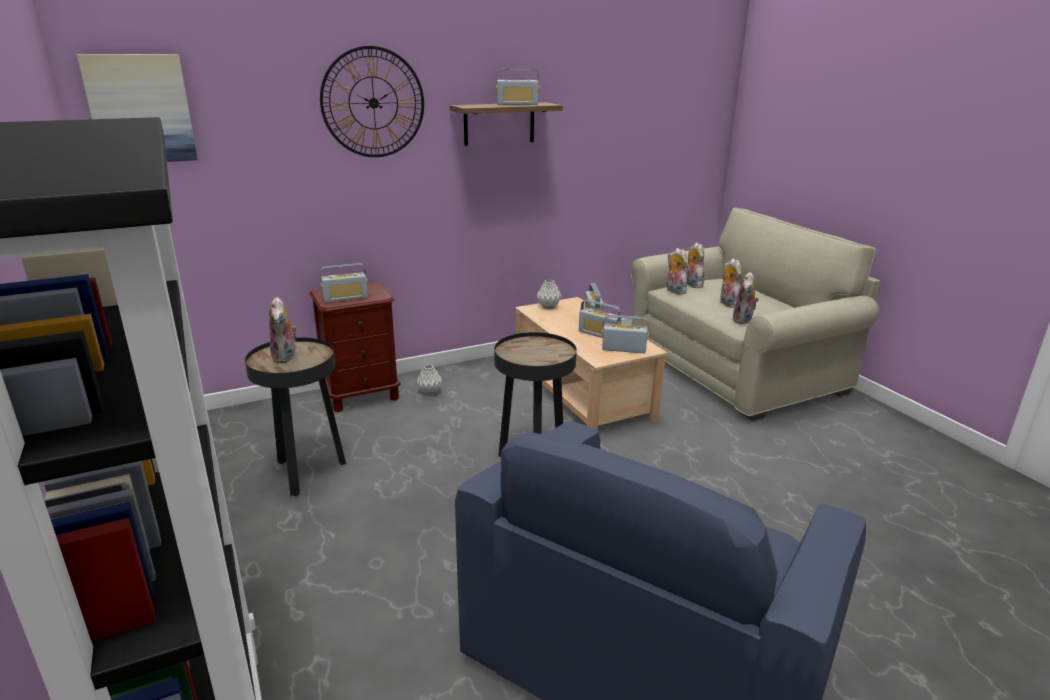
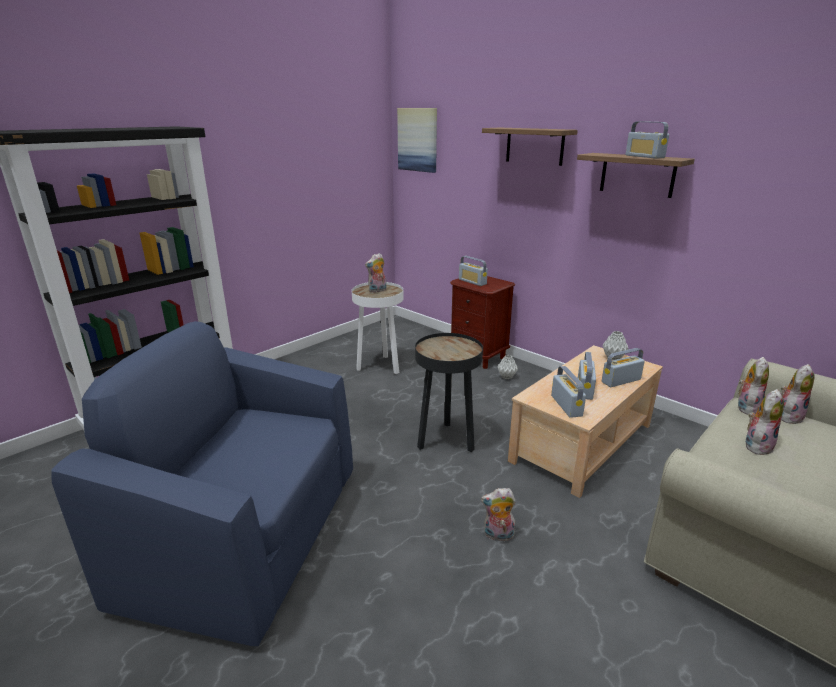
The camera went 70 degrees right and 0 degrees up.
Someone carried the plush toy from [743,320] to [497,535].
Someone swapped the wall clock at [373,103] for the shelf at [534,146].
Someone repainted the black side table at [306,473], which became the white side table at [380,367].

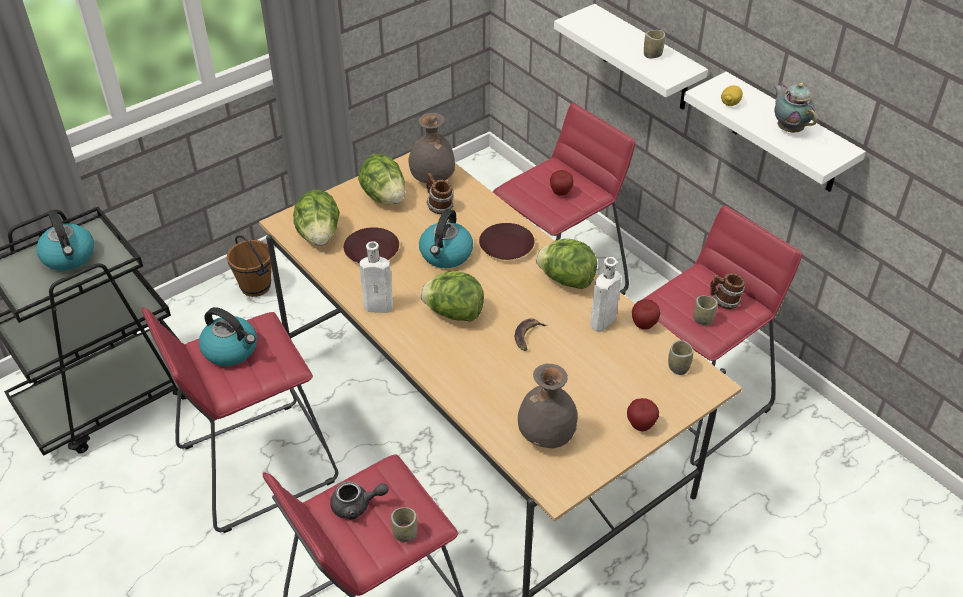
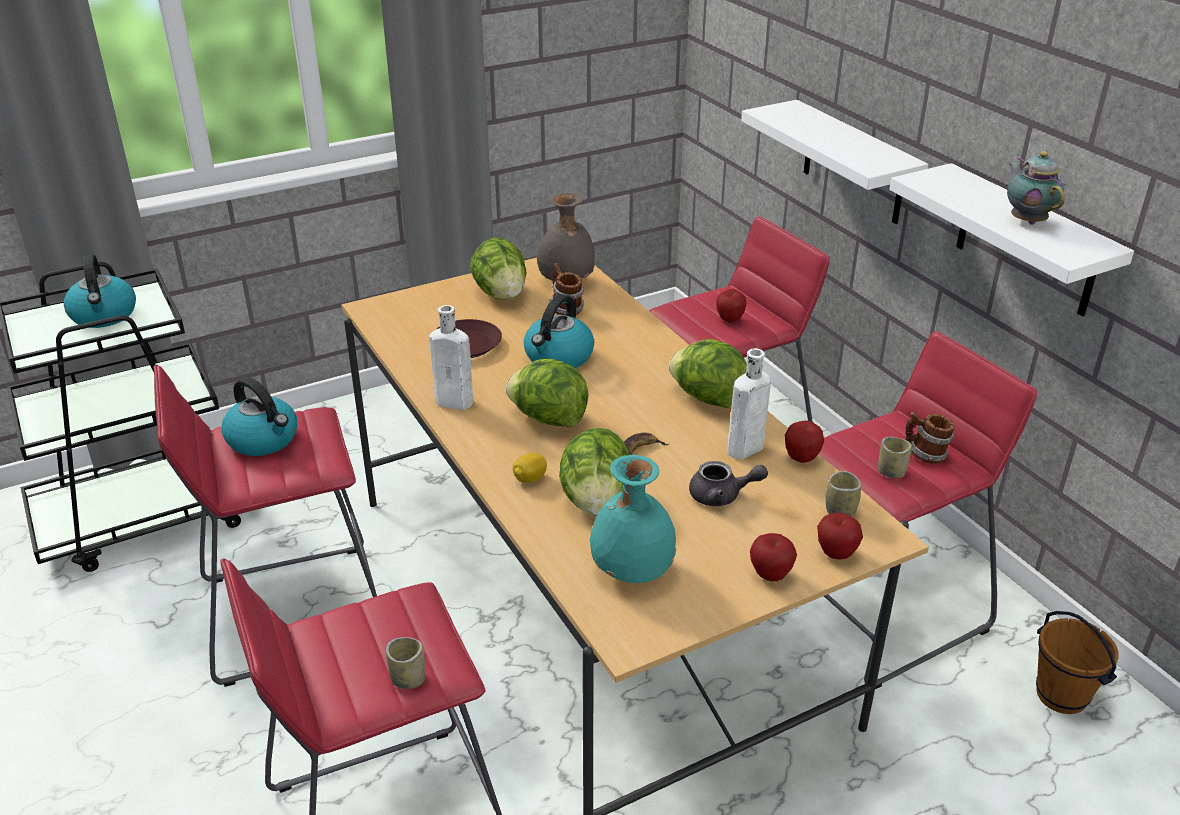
The camera went 10 degrees right and 10 degrees down.
Someone took away the brown plate at [507,246].
Someone took away the cup at [652,55].
Someone put down the apple at [836,553].
Someone carried the brown bucket from [255,287] to [1060,696].
Someone carried the lettuce from [319,235] to [596,500].
Someone carried the grey teapot from [356,506] to [722,496].
Someone carried the lemon from [730,103] to [530,479].
Someone repainted the grey vase at [545,435], which became the turquoise vase at [631,570].

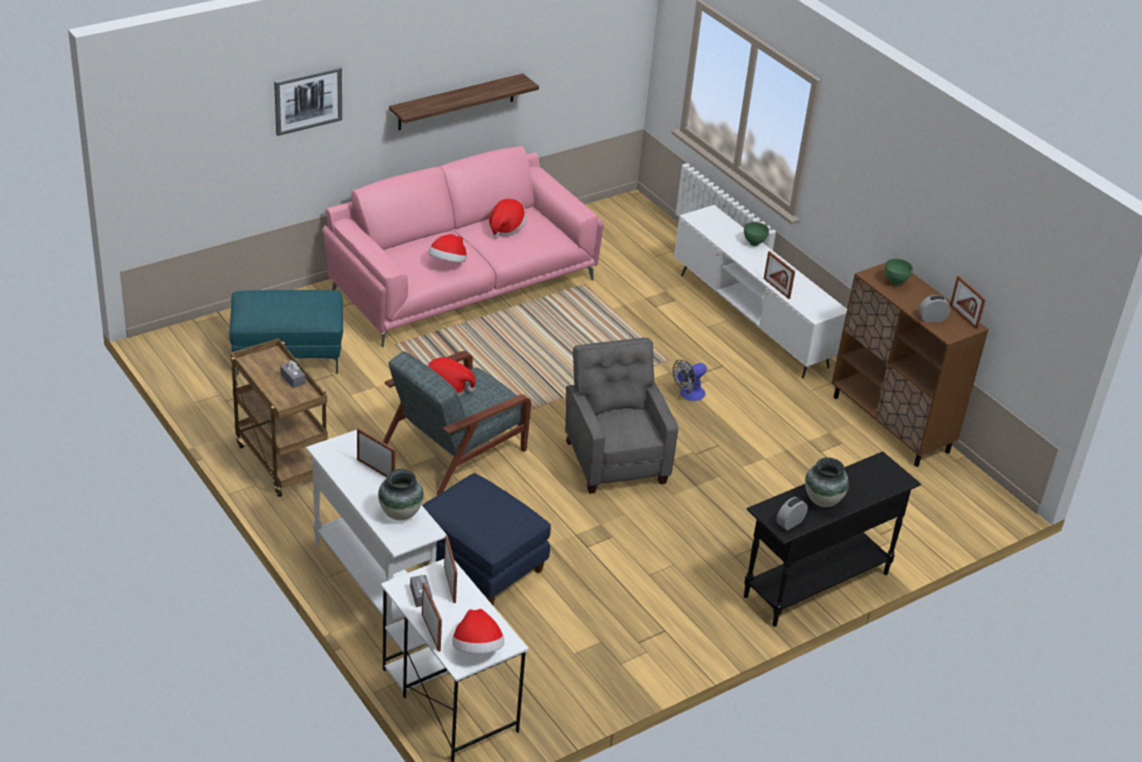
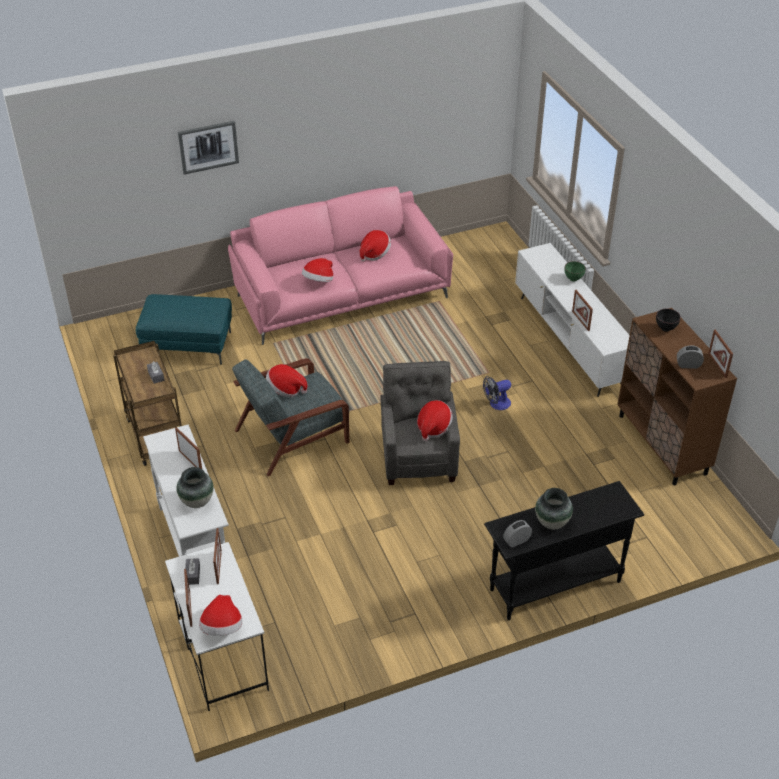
The camera went 15 degrees right and 5 degrees up.
Someone took away the shelf at [456,102].
Someone took away the blue ottoman at [481,563].
Someone put down the hat at [433,427].
Someone repainted the green bowl at [896,283], which became the black bowl at [666,329].

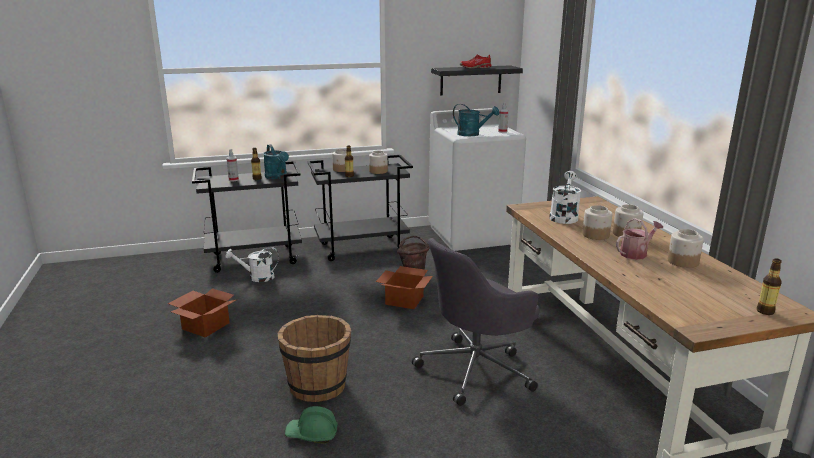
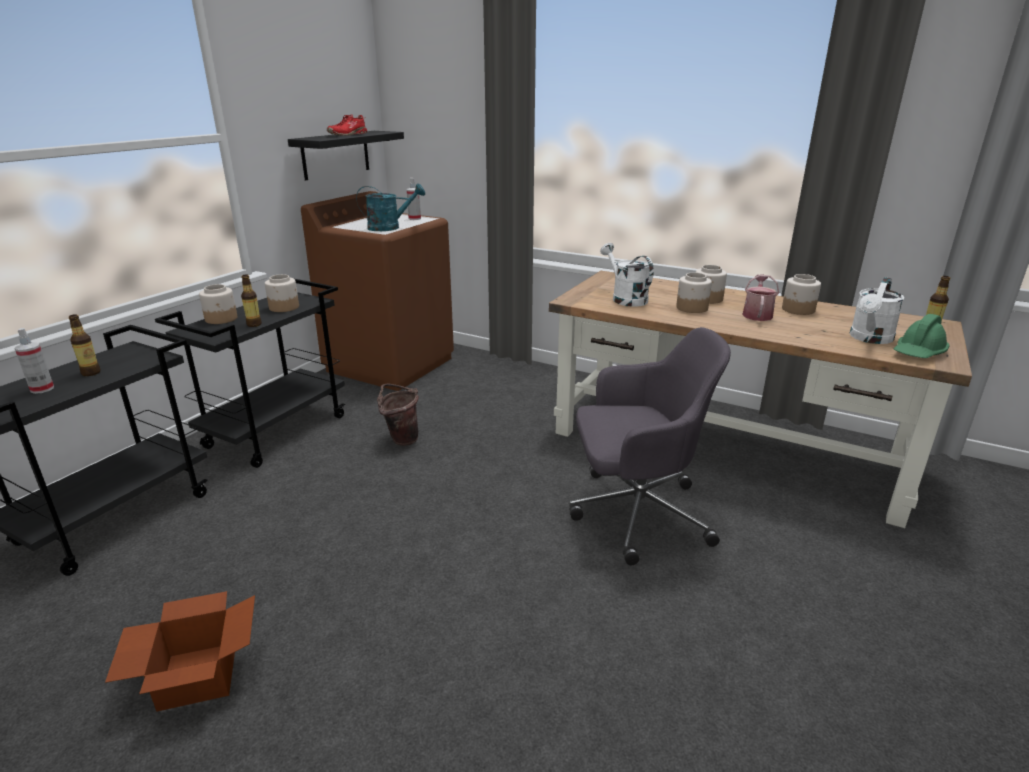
The camera went 45 degrees left and 5 degrees up.
Someone took away the turquoise watering can at [277,177].
Someone took away the brown bucket at [317,386].
Someone took away the cardboard box at [405,300].
Someone carried the white watering can from [257,277] to [869,339].
Someone carried the green hard hat from [312,434] to [918,353].
Someone repainted the white washing machine at [472,234], which became the brown washing machine at [390,364].
Someone rotated the grey office chair at [476,369] by 105 degrees counterclockwise.

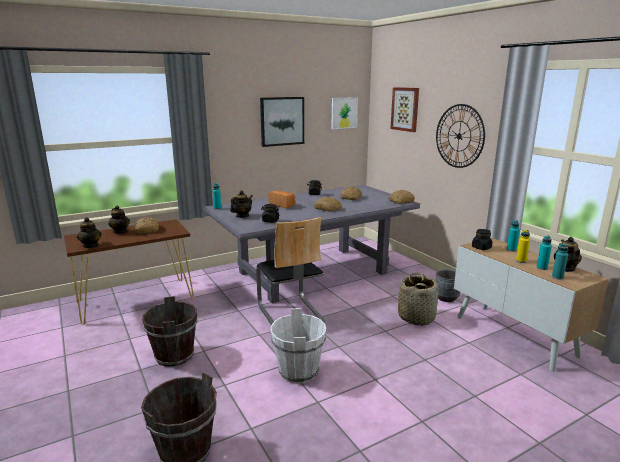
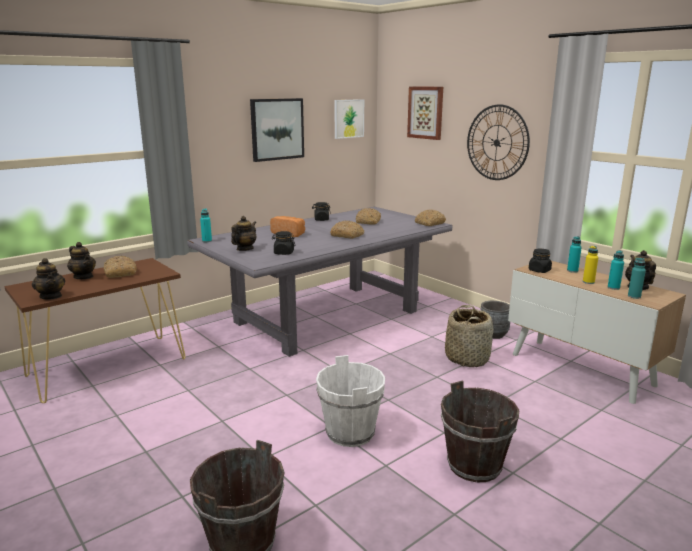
The camera went 10 degrees left and 0 degrees up.
Someone took away the chair at [290,313].
Someone carried the brown bucket from [175,355] to [475,465].

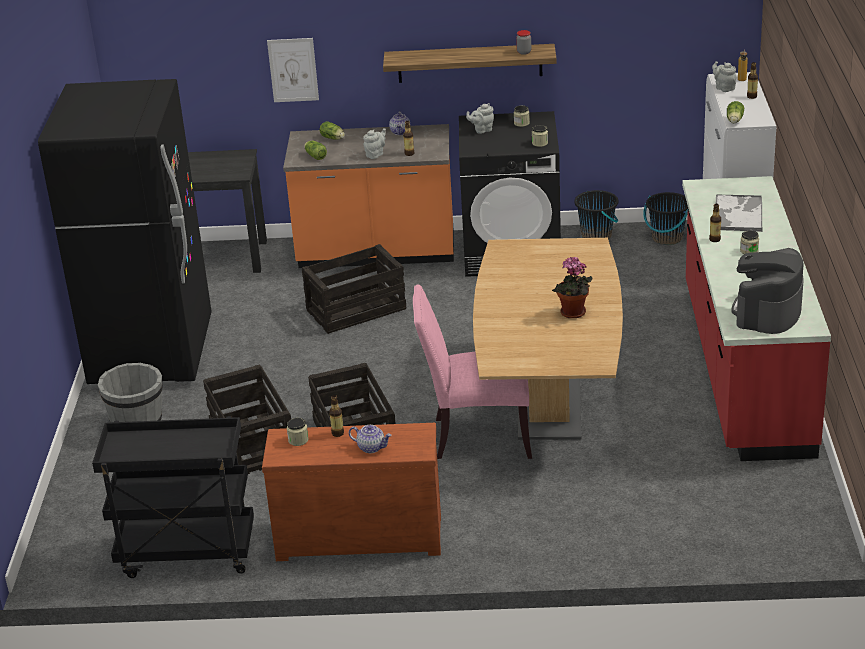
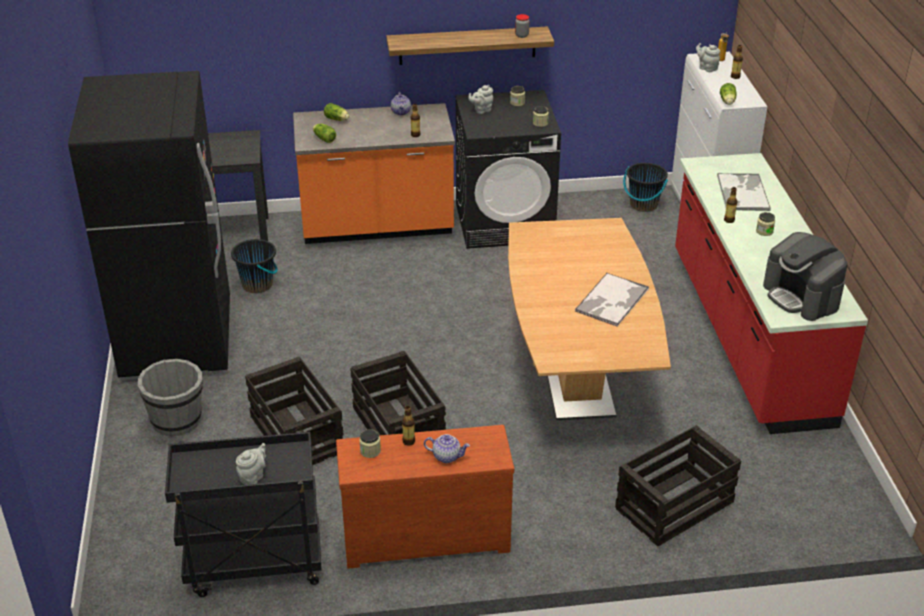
The camera went 10 degrees left and 5 degrees up.
Someone took away the picture at [293,70].
Someone took away the pink chair at [477,436].
Someone carried the crate from [355,310] to [673,506].
Someone carried the grey teapot from [375,154] to [253,477].
Someone carried the black bucket from [596,235] to [257,284].
Someone swapped the potted plant at [573,314] for the tray at [611,301].
Someone rotated the coffee machine at [767,312] by 45 degrees counterclockwise.

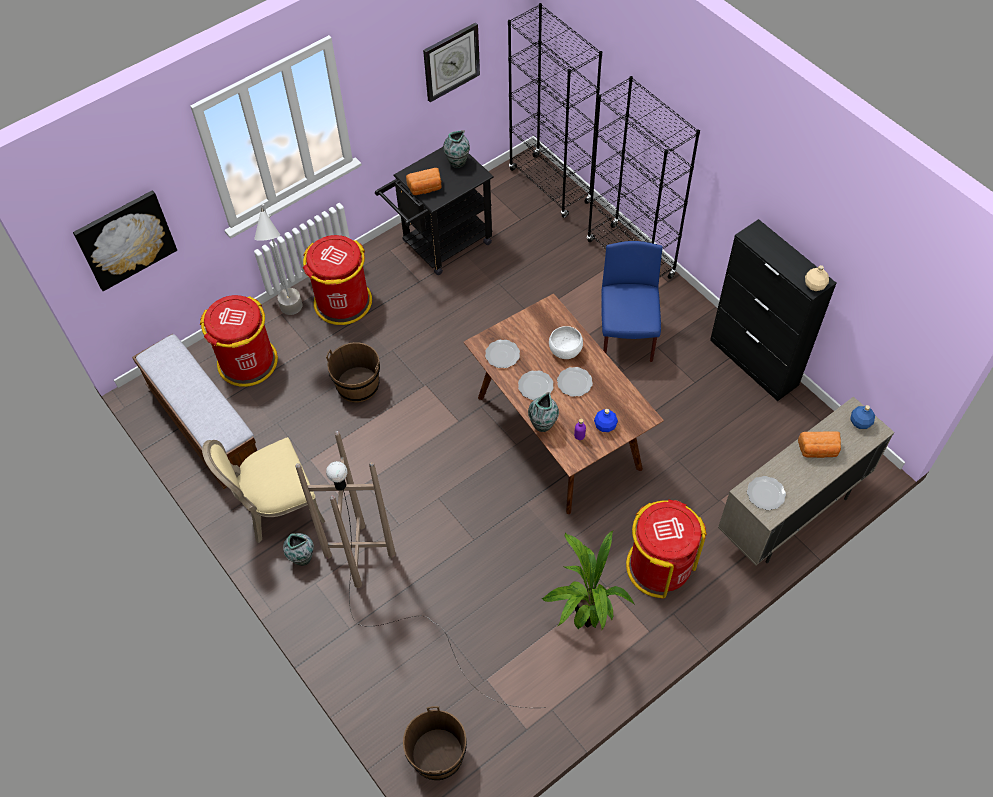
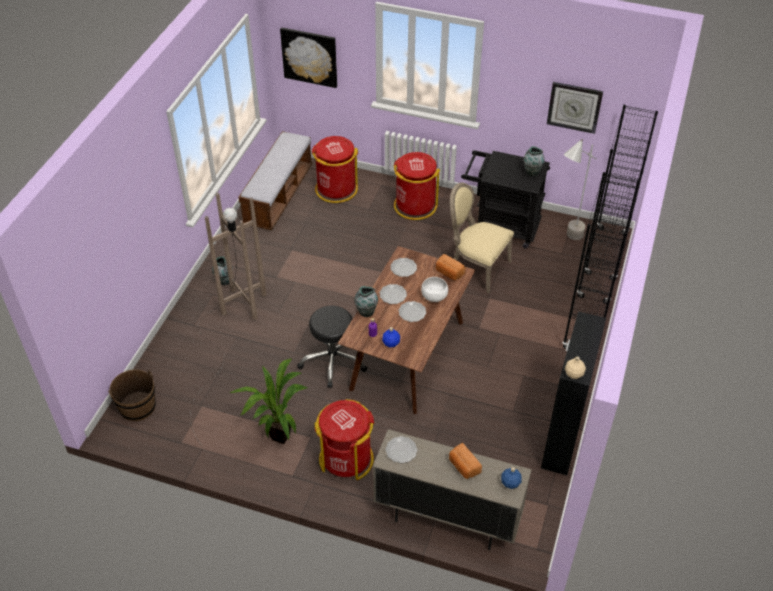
The camera went 55 degrees right and 10 degrees down.
Someone took away the brown bucket at [358,385].
Someone took away the blue chair at [626,337].
Someone put down the black stool at [333,360].
Someone carried the beige chair from [277,508] to [476,267].
Someone carried the grey floor lamp from [293,320] to [566,241].
Someone carried the bread from [425,188] to [449,273].

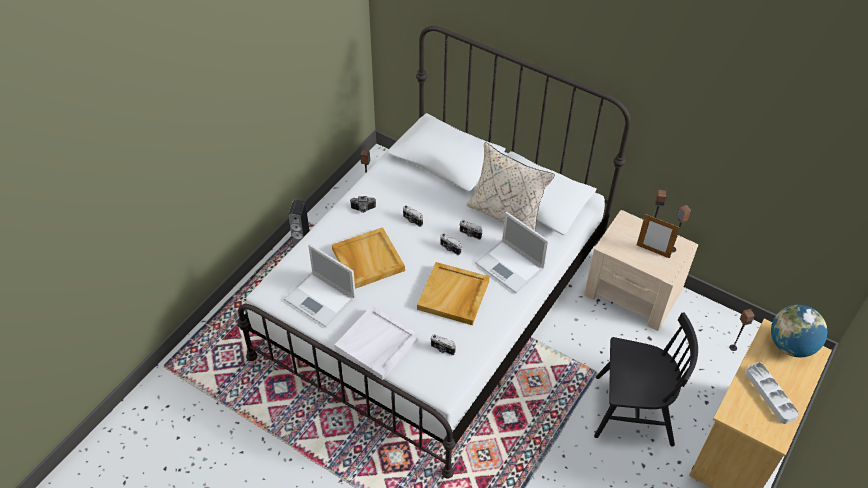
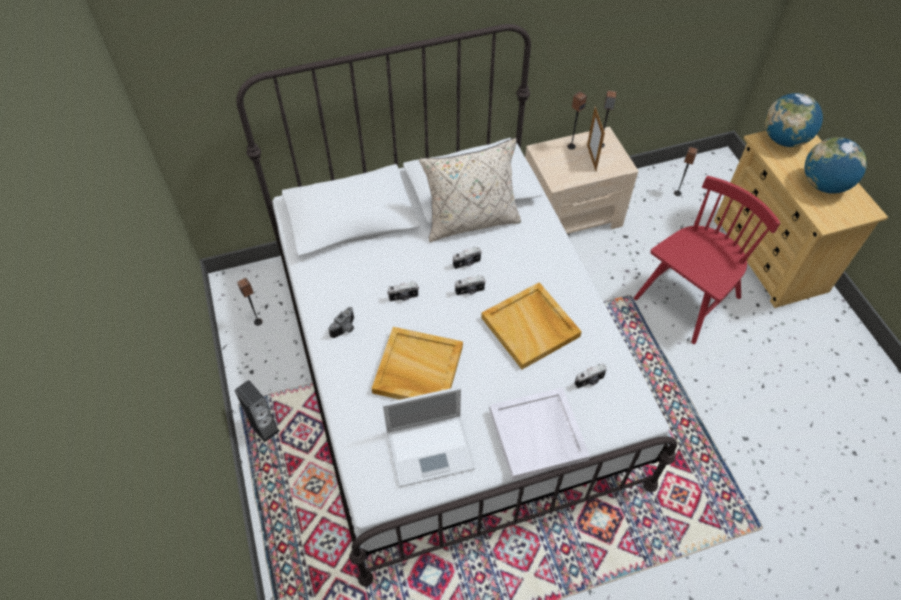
The camera went 50 degrees left and 5 degrees up.
Someone took away the laptop at [511,267].
Someone swapped the grey tray at [770,394] for the globe at [823,185].
Someone repainted the black chair at [633,411], which became the red chair at [687,299].
Someone rotated the picture frame at [653,251] by 105 degrees clockwise.

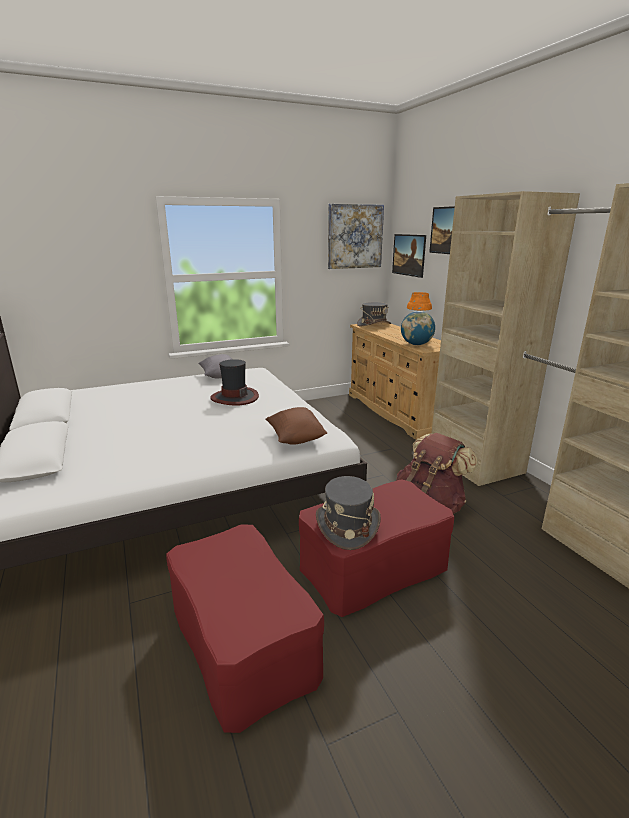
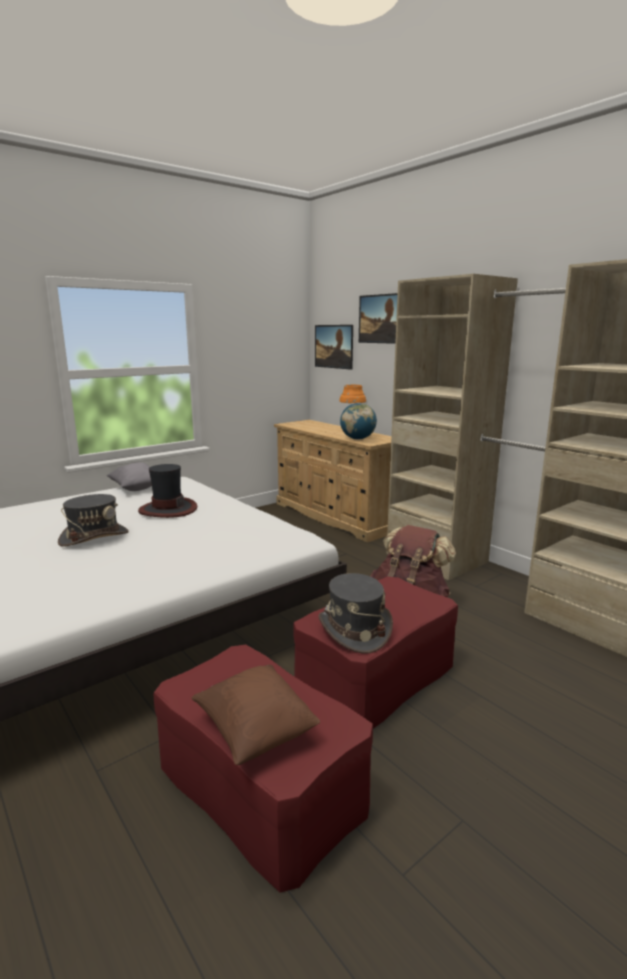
The camera went 15 degrees left and 5 degrees down.
Someone took away the picture at [355,236].
Someone carried the brown pillow from [296,438] to [255,731].
Someone carried the grey hat from [374,324] to [94,537].

